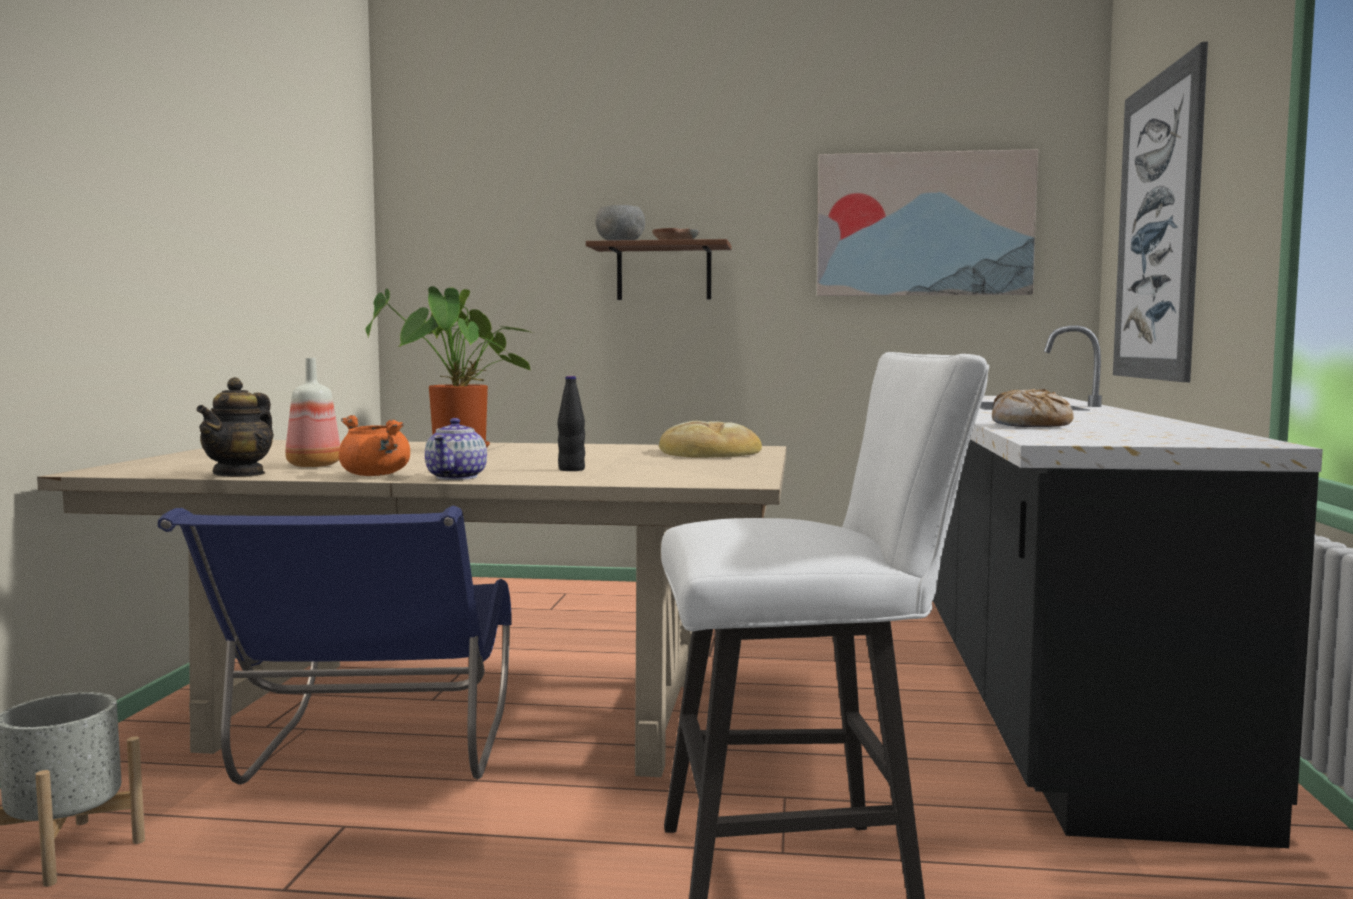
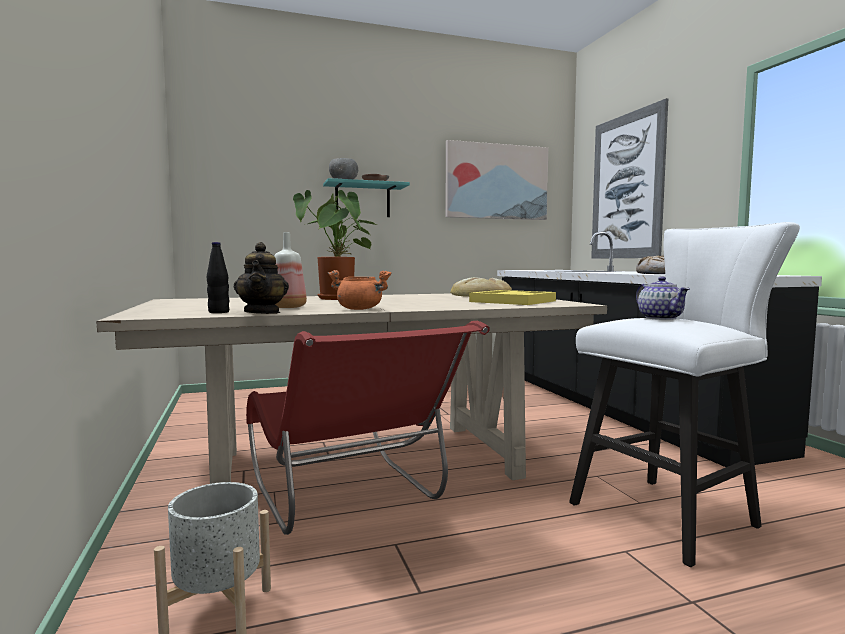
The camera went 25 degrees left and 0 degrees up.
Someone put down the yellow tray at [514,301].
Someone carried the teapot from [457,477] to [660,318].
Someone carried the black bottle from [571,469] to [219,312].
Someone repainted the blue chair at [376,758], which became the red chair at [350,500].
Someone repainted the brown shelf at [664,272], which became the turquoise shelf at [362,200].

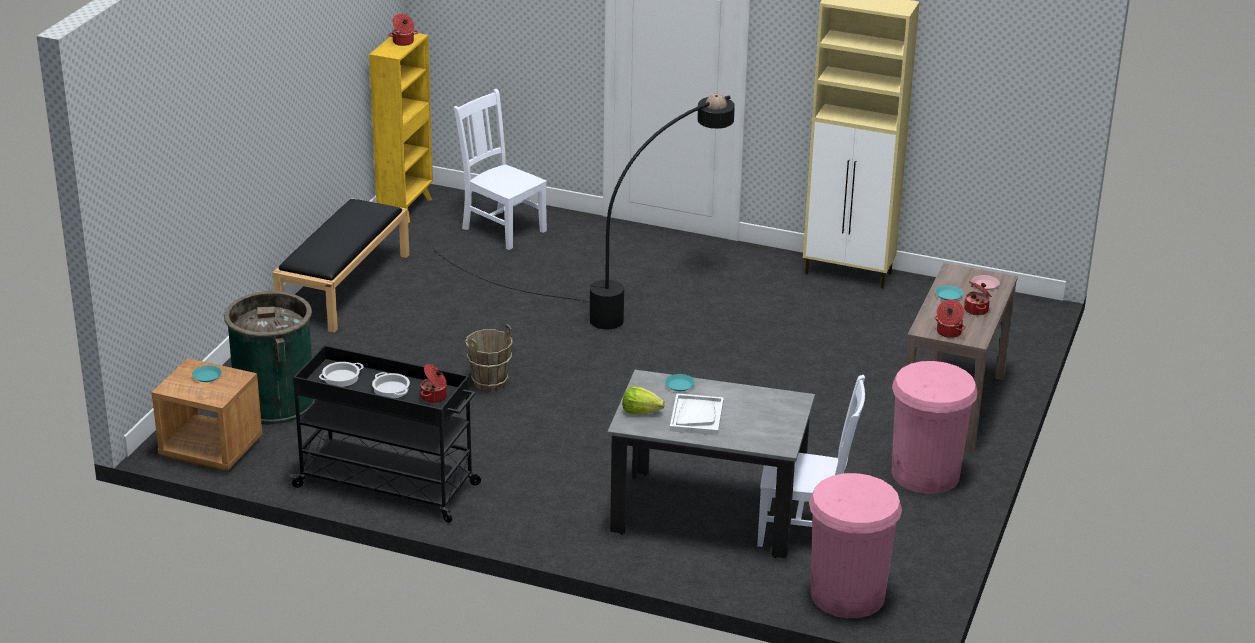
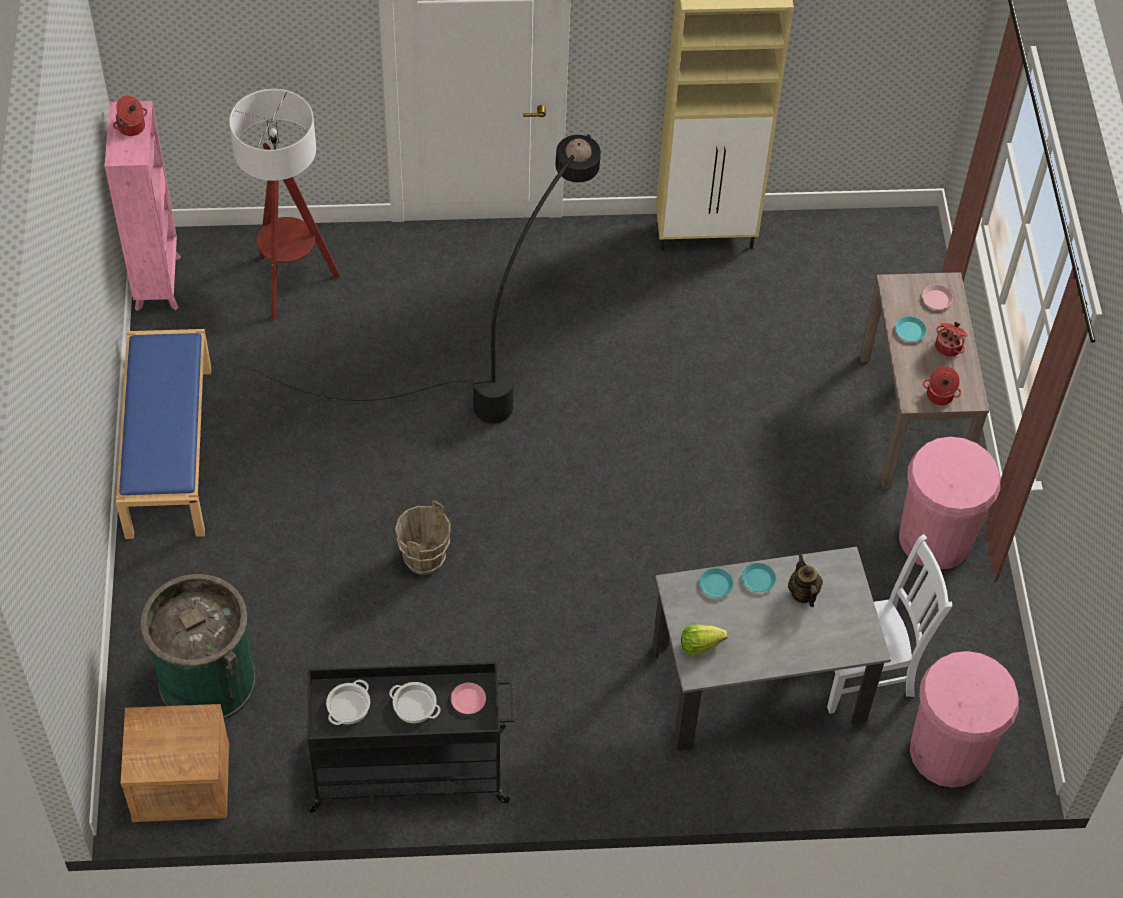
The camera went 25 degrees left and 25 degrees up.
Someone took away the white tray at [696,416].
Someone put down the teapot at [803,593].
Someone carried the turquoise plate from [207,376] to [758,579].
Someone swapped the cooking pot at [434,397] for the pink plate at [468,700].
Someone swapped the white chair at [502,228] for the floor lamp at [291,283].
Someone repainted the black bench at [344,286], which became the blue bench at [168,449].
Someone repainted the yellow bookcase at [406,207], which became the pink bookcase at [158,281].

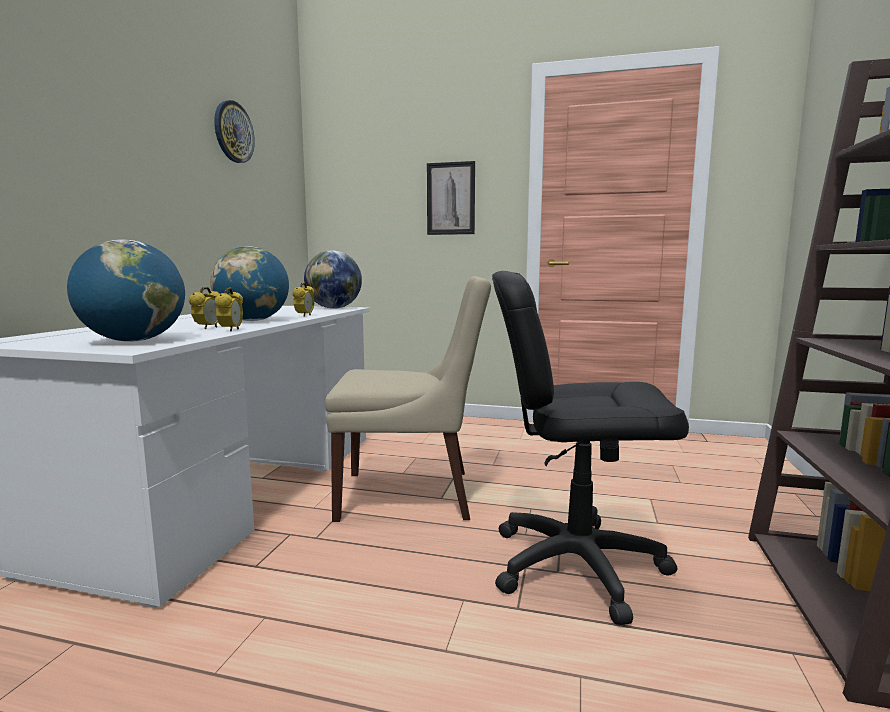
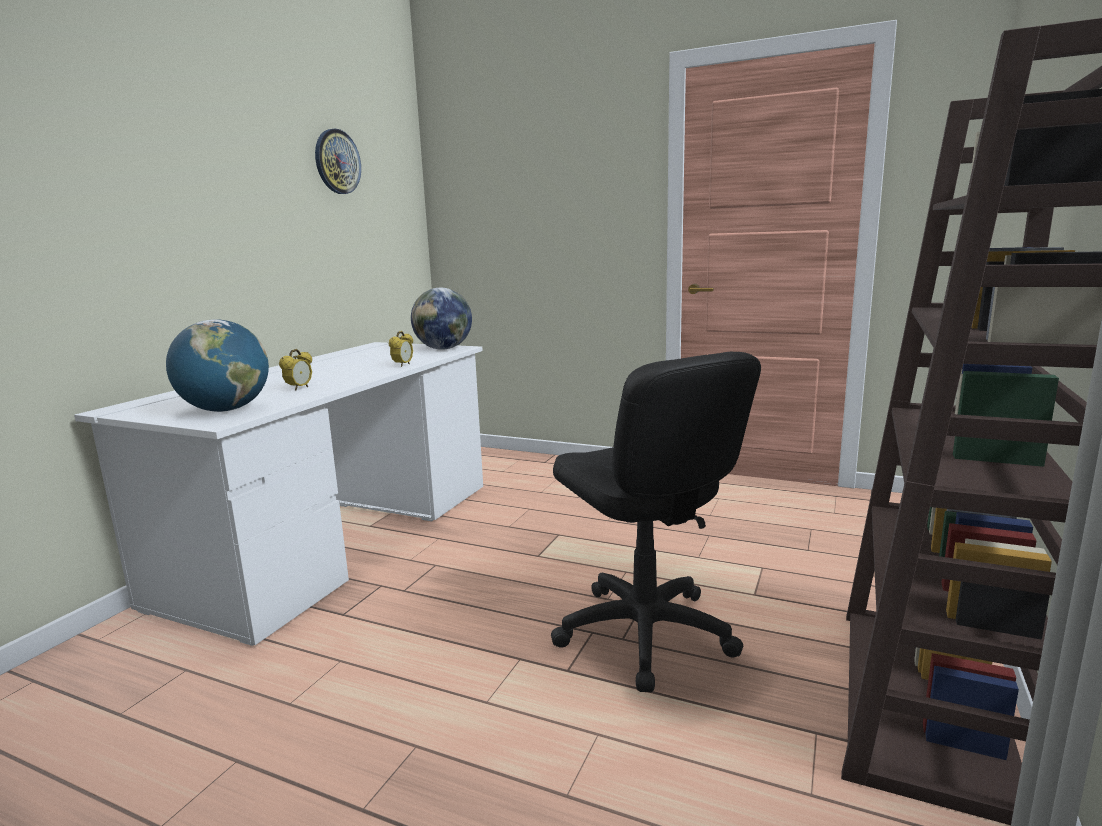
The camera went 10 degrees right and 5 degrees up.
Someone took away the globe at [253,320].
Someone took away the alarm clock at [231,330].
Someone took away the beige chair at [411,495].
Someone took away the picture at [450,198].
Someone rotated the black office chair at [576,565] by 135 degrees counterclockwise.

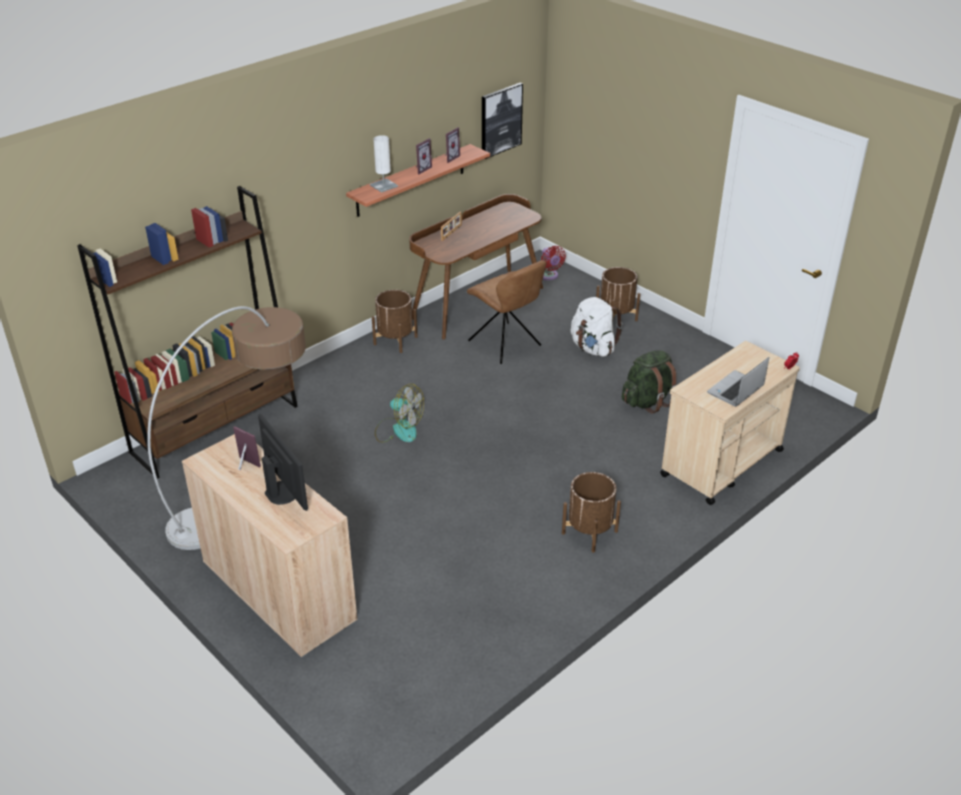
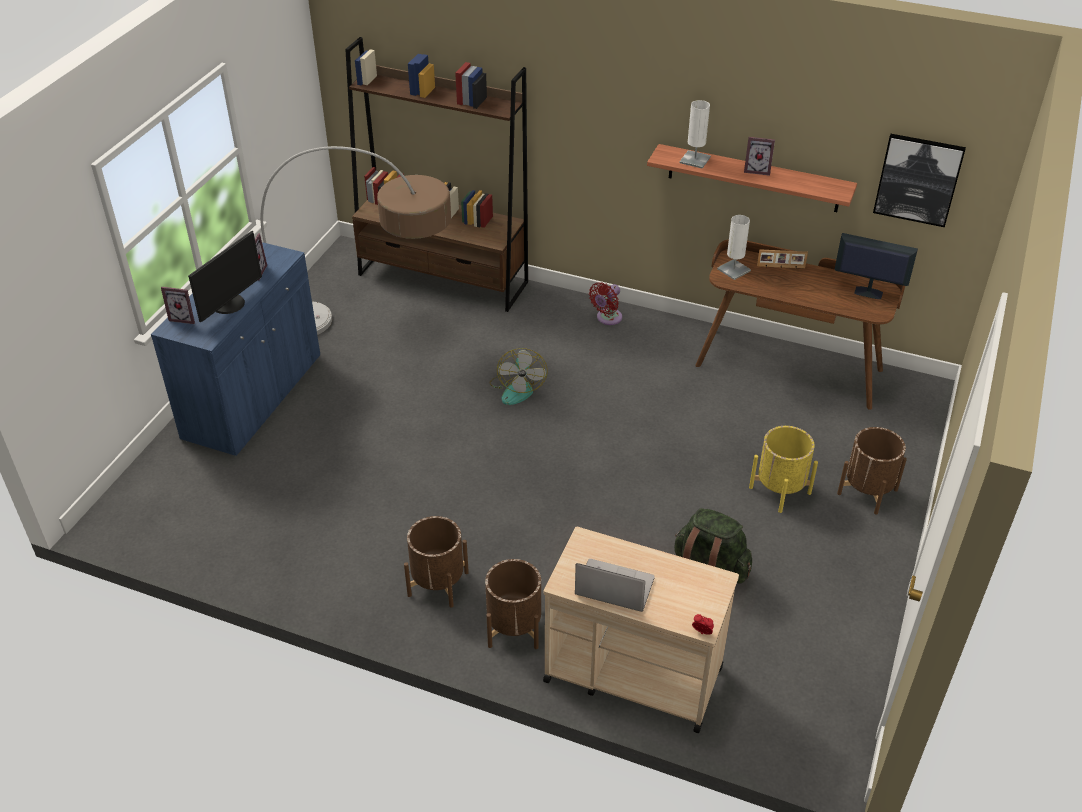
The camera went 65 degrees right and 5 degrees up.
Someone took away the brown chair at [506,344].
Someone put down the white table lamp at [733,270].
Someone put down the monitor at [867,292].
Someone carried the brown planter from [395,340] to [514,628].
Someone carried the picture frame from [449,158] to [184,318].
Someone carried the red fan from [549,276] to [607,318].
Someone swapped the white backpack at [593,348] for the yellow planter at [780,490].
Someone repainted the beige cabinet at [279,591], which became the blue cabinet at [253,397].

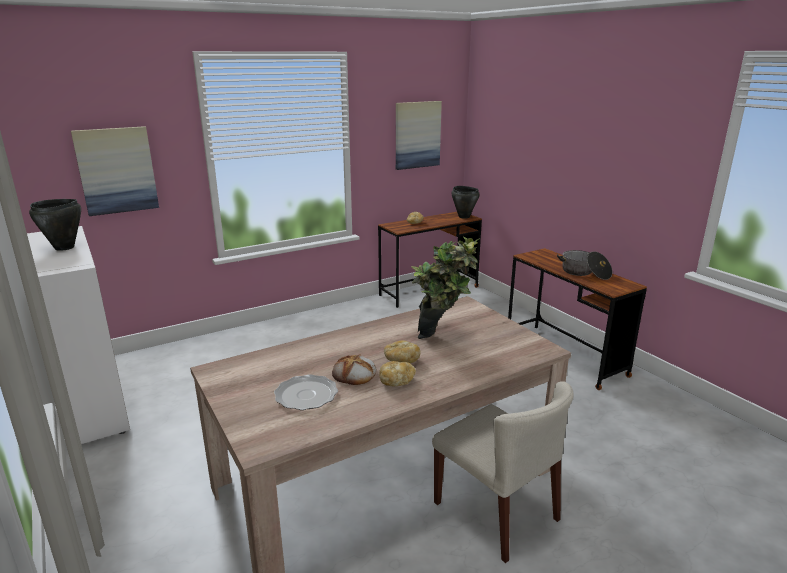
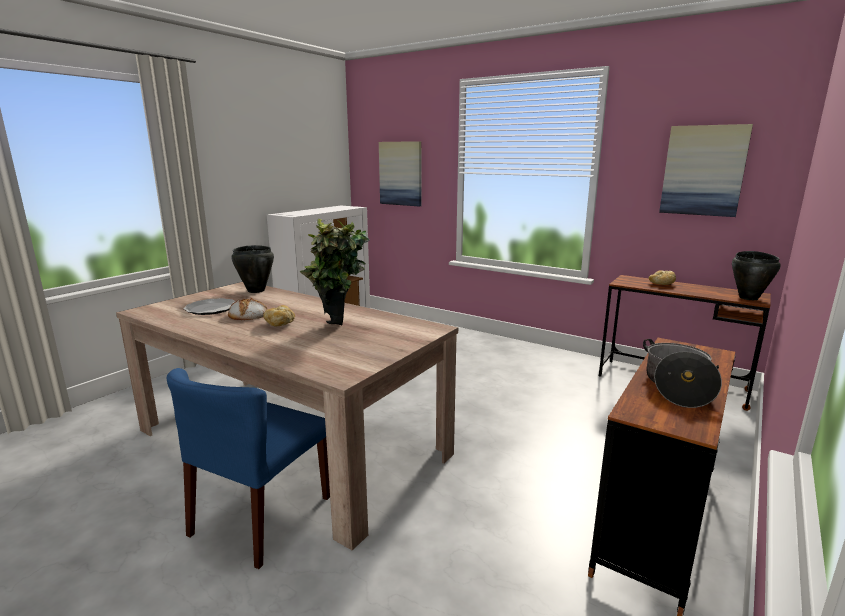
The camera went 65 degrees right and 5 degrees down.
Someone took away the bread at [396,381].
Someone carried the black cooking pot from [64,248] to [256,291].
Someone repainted the beige chair at [496,511], which became the blue chair at [261,516].

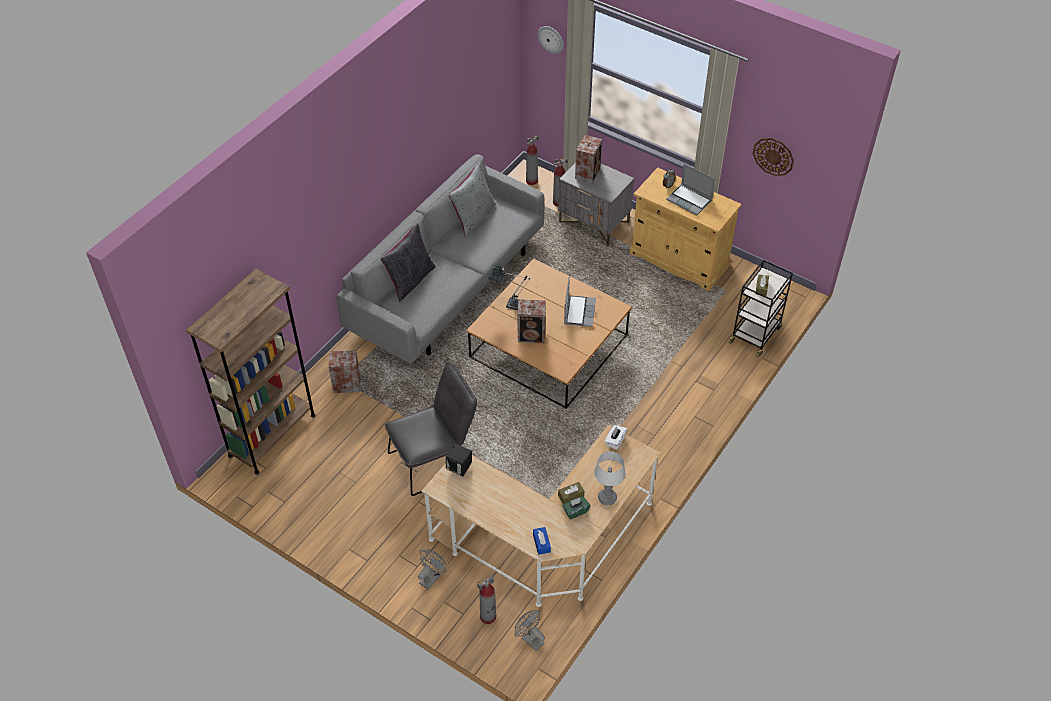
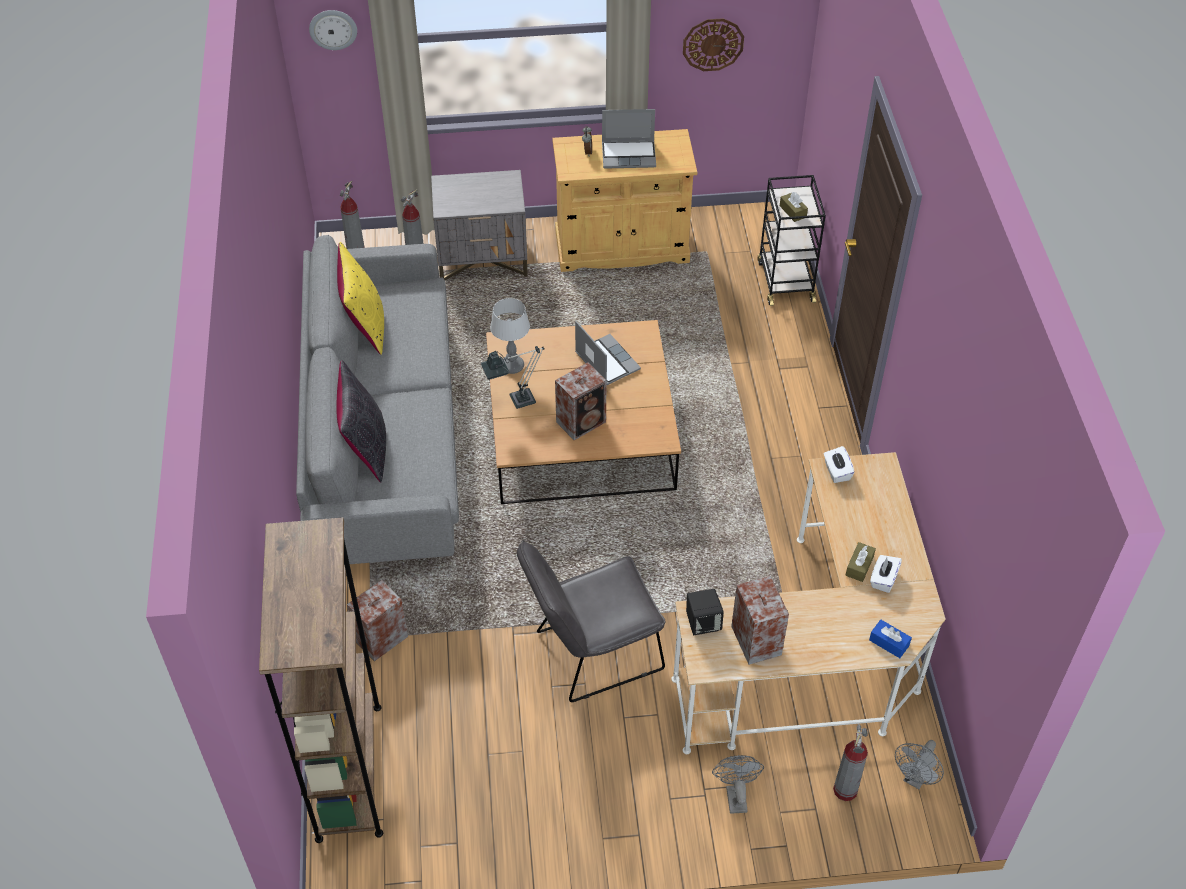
The camera went 40 degrees left and 0 degrees up.
Someone carried the speaker from [588,173] to [756,639].
Someone carried the table lamp from [607,498] to [512,366].
Someone repainted the grey pillow at [473,218], which became the yellow pillow at [365,325].
Someone repainted the green tissue box at [575,511], which became the white tissue box at [883,579].
Someone rotated the grey chair at [435,460] by 135 degrees counterclockwise.
Someone rotated the grey fan at [530,639] by 60 degrees counterclockwise.

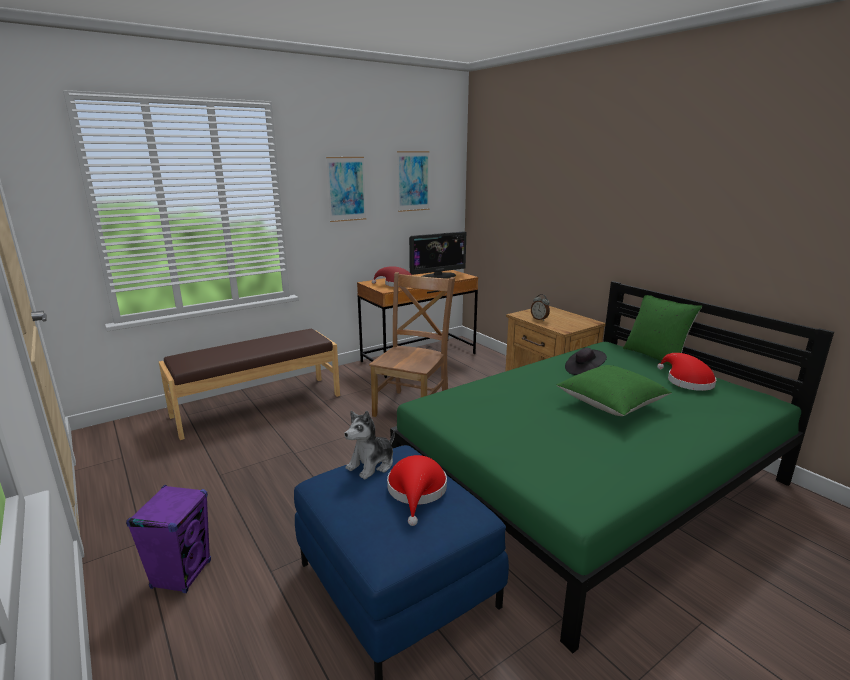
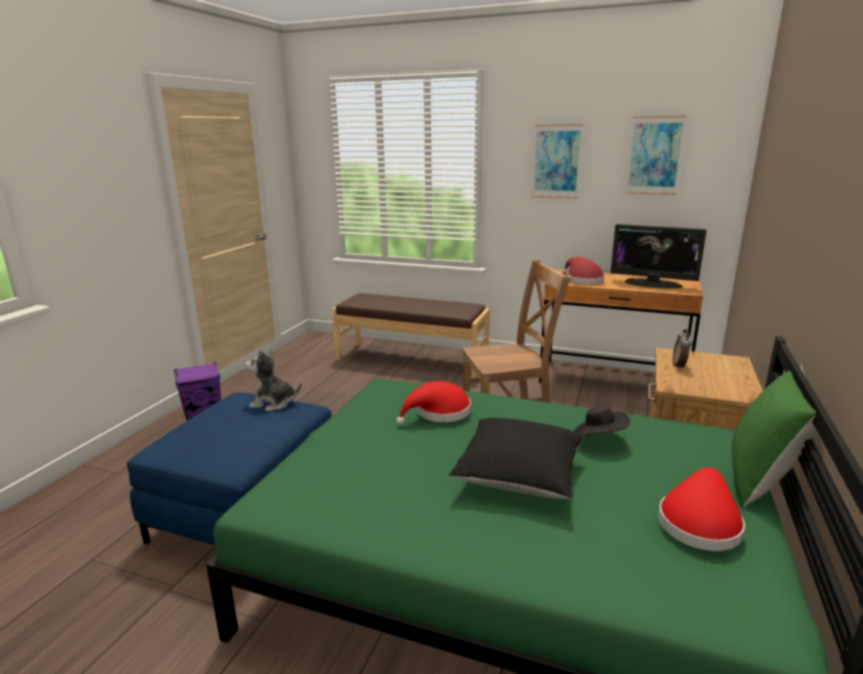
The camera went 55 degrees right and 0 degrees up.
Someone carried the red hat from [417,491] to [439,413].
Someone repainted the green pillow at [611,404], which became the black pillow at [519,476].

